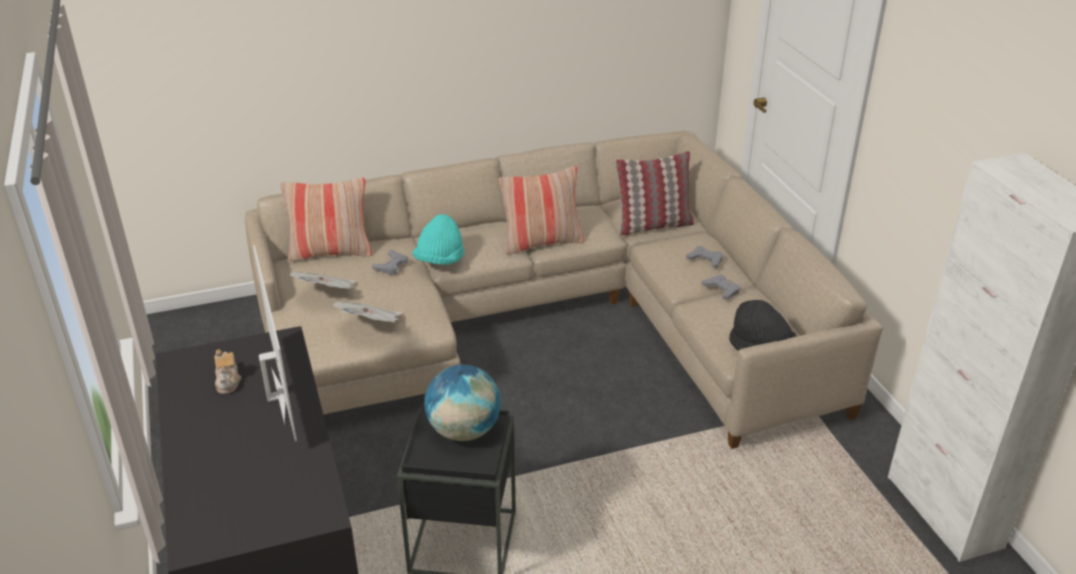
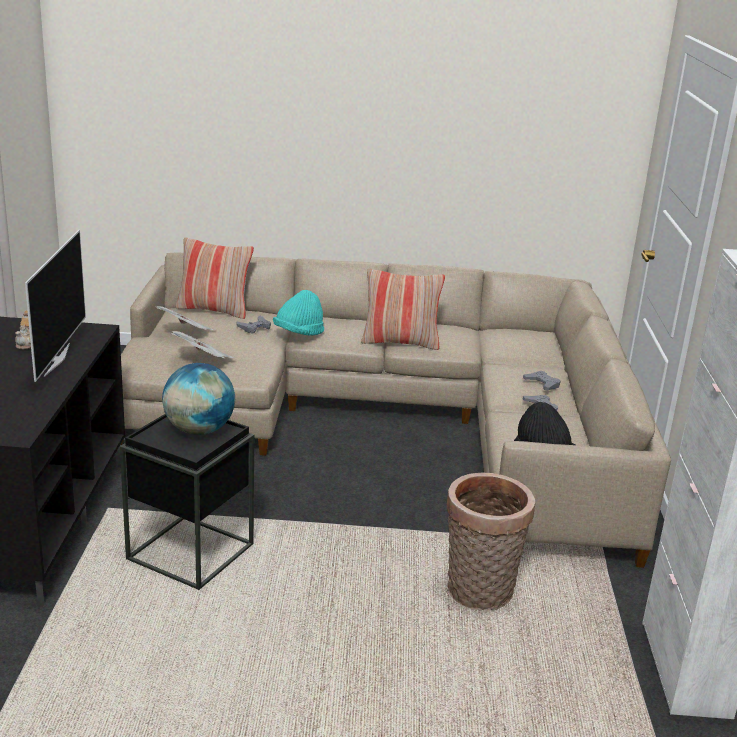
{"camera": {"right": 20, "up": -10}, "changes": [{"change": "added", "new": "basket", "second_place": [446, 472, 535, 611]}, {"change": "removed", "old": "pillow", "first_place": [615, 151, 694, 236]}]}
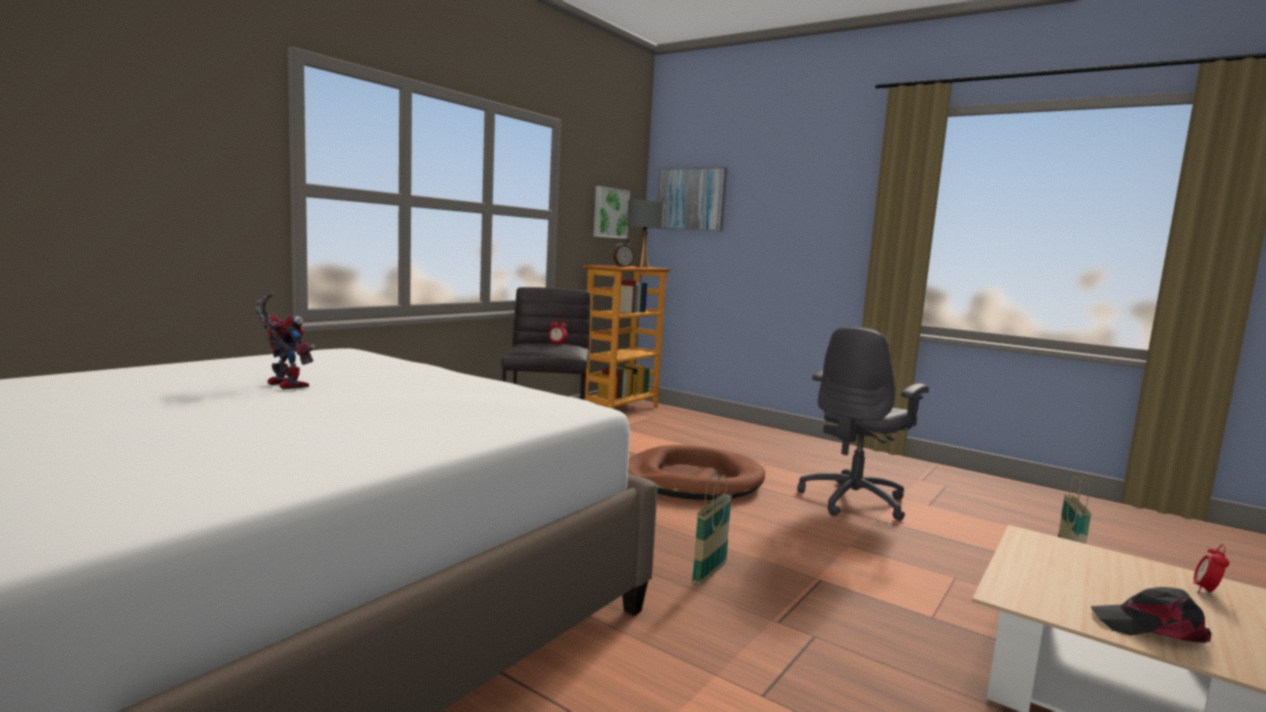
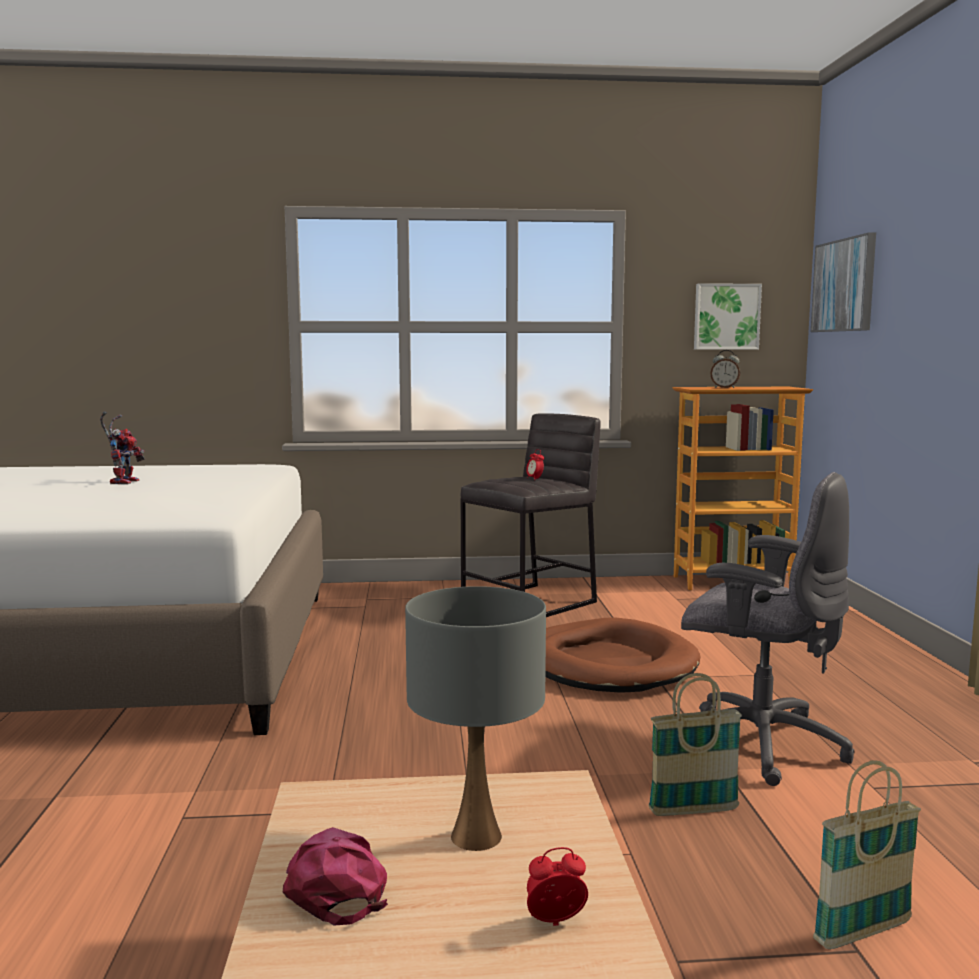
{"camera": {"right": 50, "up": 0}, "changes": [{"change": "recoloured", "old": "black cap", "new": "pink cap", "first_place": [1091, 587, 1212, 643], "second_place": [283, 827, 388, 926]}, {"change": "moved", "old": "grey table lamp", "first_place": [627, 200, 665, 268], "second_place": [405, 586, 546, 851]}, {"change": "moved", "old": "basket", "first_place": [692, 473, 732, 585], "second_place": [649, 673, 742, 816]}, {"change": "turned", "old": "grey office chair", "first_place": [797, 326, 929, 521], "second_place": [681, 472, 854, 786], "degrees": -150}]}
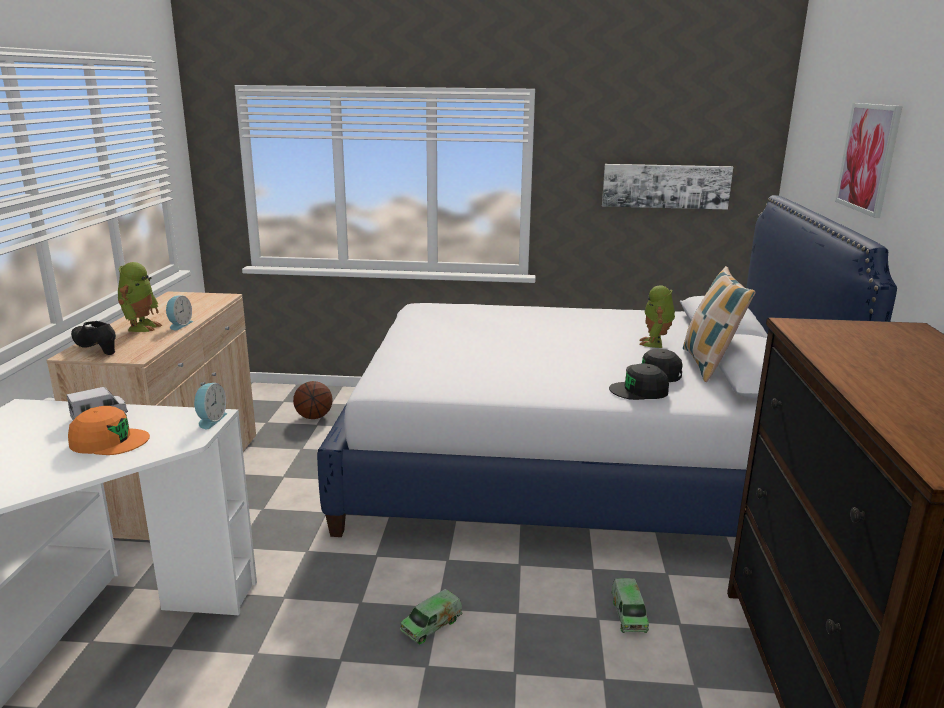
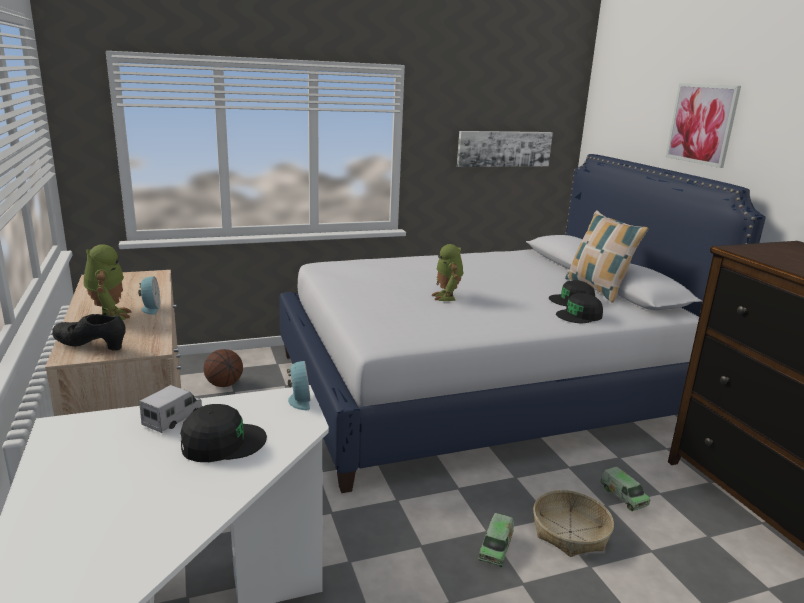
{"camera": {"right": -25, "up": 0}, "changes": [{"change": "recoloured", "old": "orange cap", "new": "black cap", "first_place": [68, 406, 150, 455], "second_place": [180, 404, 267, 462]}, {"change": "moved", "old": "toy robot", "first_place": [640, 285, 675, 348], "second_place": [432, 244, 463, 301]}, {"change": "added", "new": "basket", "second_place": [533, 490, 614, 557]}]}
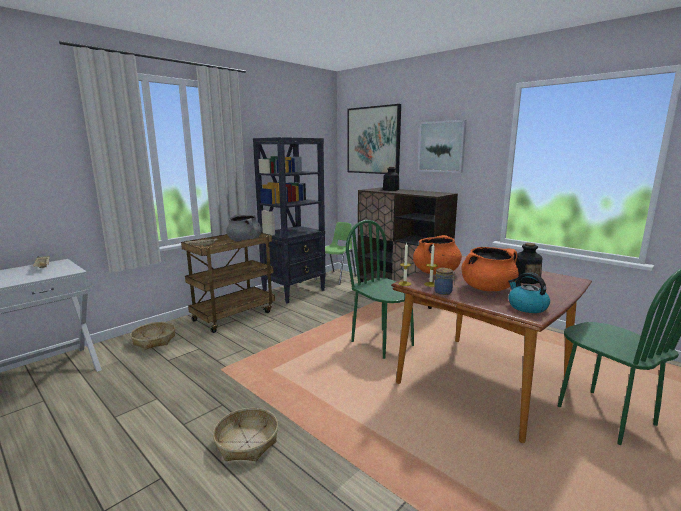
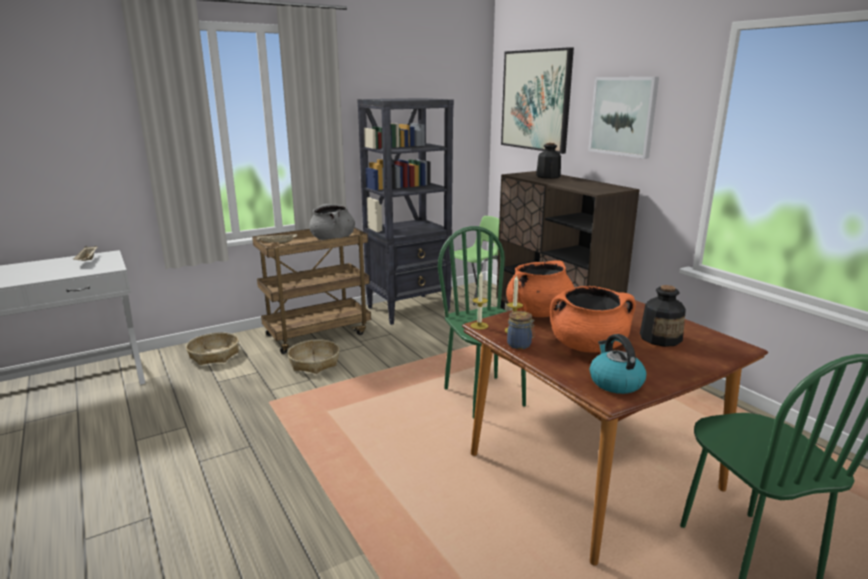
{"camera": {"right": 15, "up": 5}, "changes": [{"change": "moved", "old": "basket", "first_place": [213, 408, 278, 461], "second_place": [287, 339, 340, 374]}]}
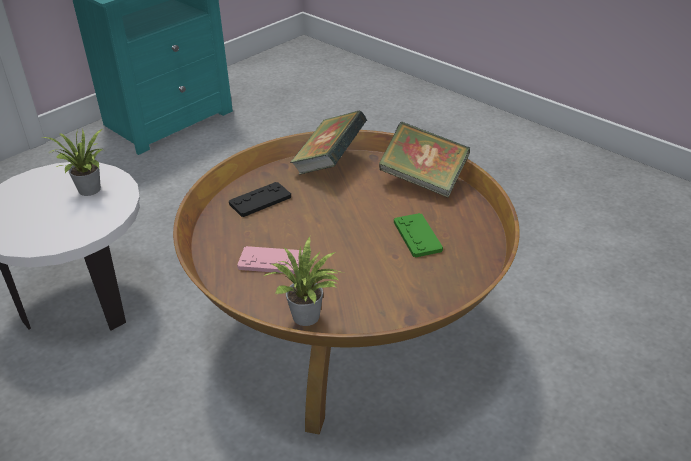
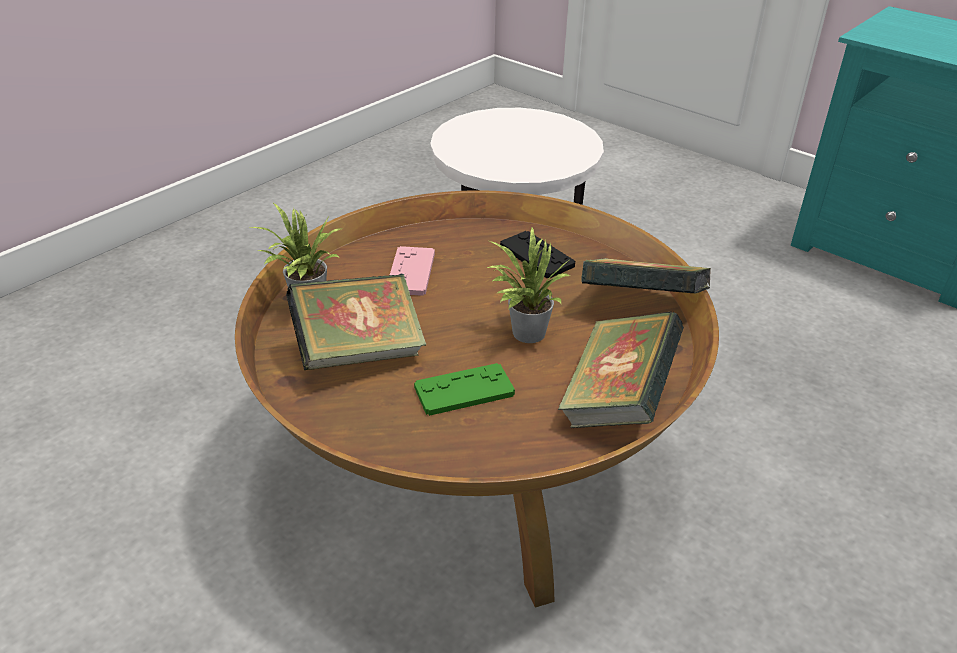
{"camera": {"right": 85, "up": 0}, "changes": [{"change": "added", "new": "book", "second_place": [286, 274, 426, 370]}, {"change": "moved", "old": "potted plant", "first_place": [43, 128, 102, 196], "second_place": [487, 227, 570, 343]}]}
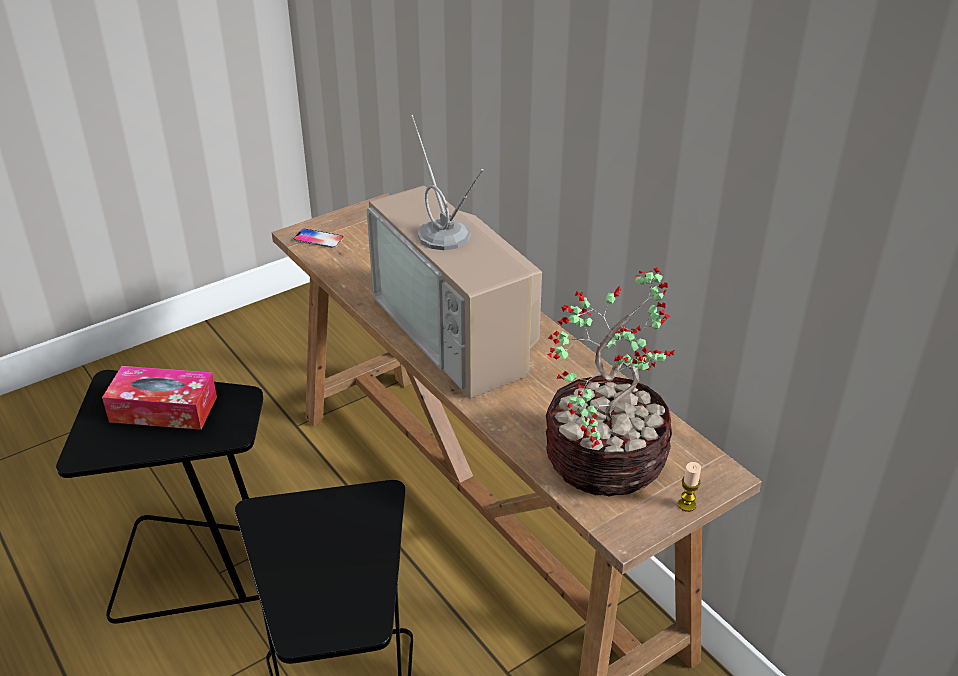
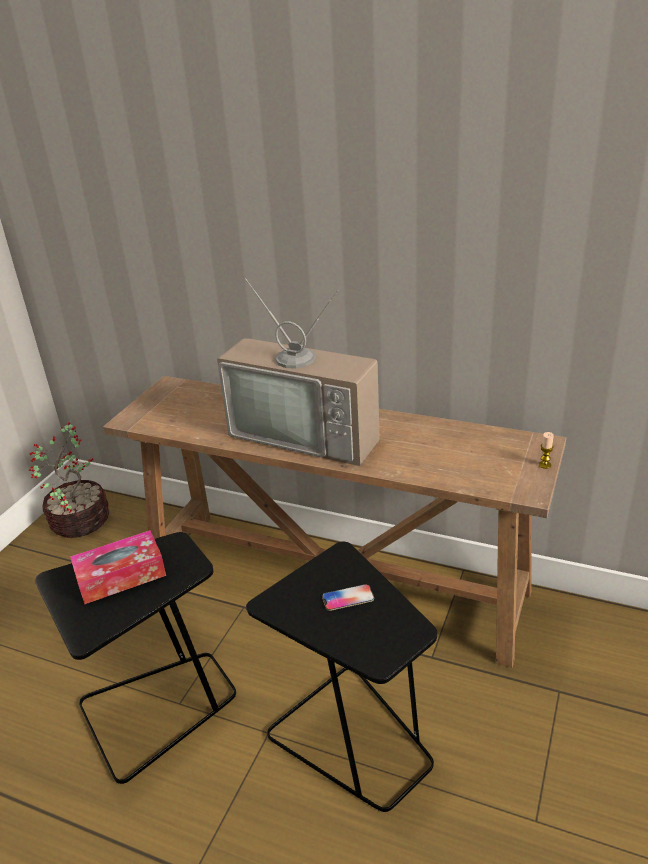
{"camera": {"right": -30, "up": -5}, "changes": [{"change": "moved", "old": "potted plant", "first_place": [546, 267, 674, 496], "second_place": [29, 422, 109, 538]}, {"change": "moved", "old": "phone", "first_place": [294, 229, 343, 248], "second_place": [322, 584, 374, 611]}]}
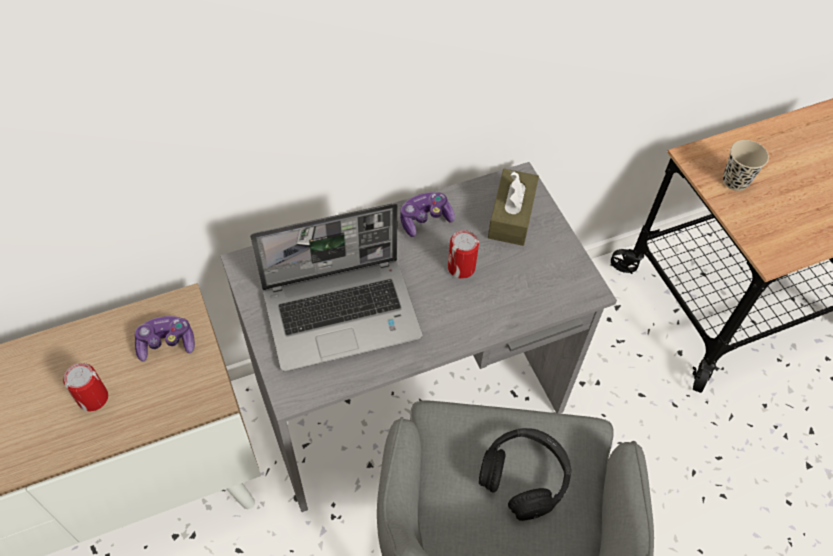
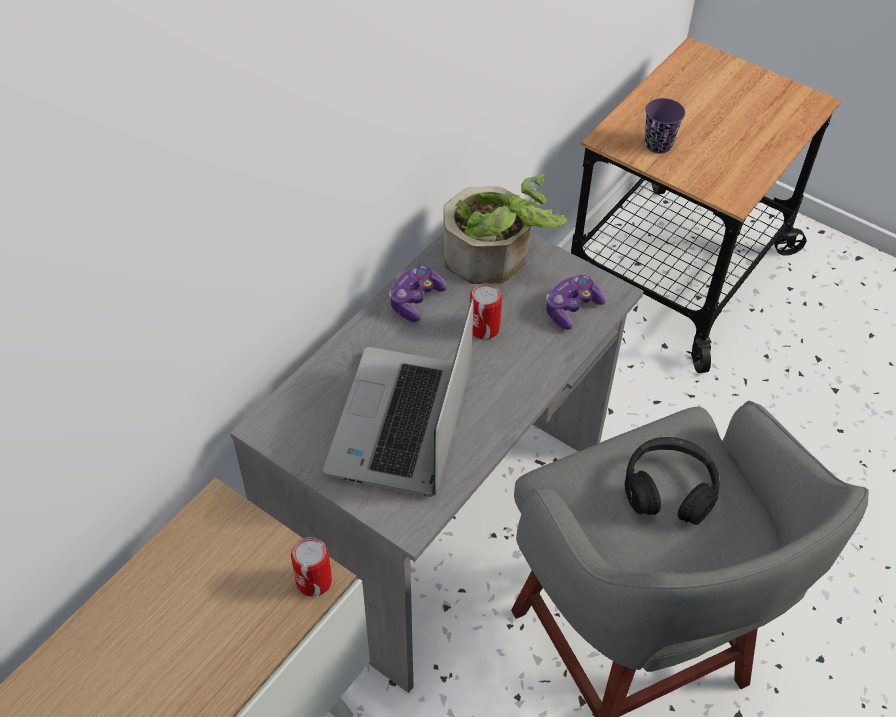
{"camera": {"right": -30, "up": -5}, "changes": [{"change": "moved", "old": "can", "first_place": [63, 363, 108, 411], "second_place": [291, 537, 332, 597]}, {"change": "turned", "old": "laptop", "first_place": [250, 203, 422, 372], "second_place": [323, 298, 474, 497], "degrees": 150}, {"change": "replaced", "old": "brown tissue box", "new": "potted plant", "first_place": [488, 169, 539, 246], "second_place": [443, 174, 567, 284]}, {"change": "moved", "old": "game controller", "first_place": [135, 316, 195, 362], "second_place": [546, 275, 606, 330]}, {"change": "recoloured", "old": "beige cup", "new": "purple cup", "first_place": [723, 140, 769, 191], "second_place": [645, 98, 685, 153]}]}
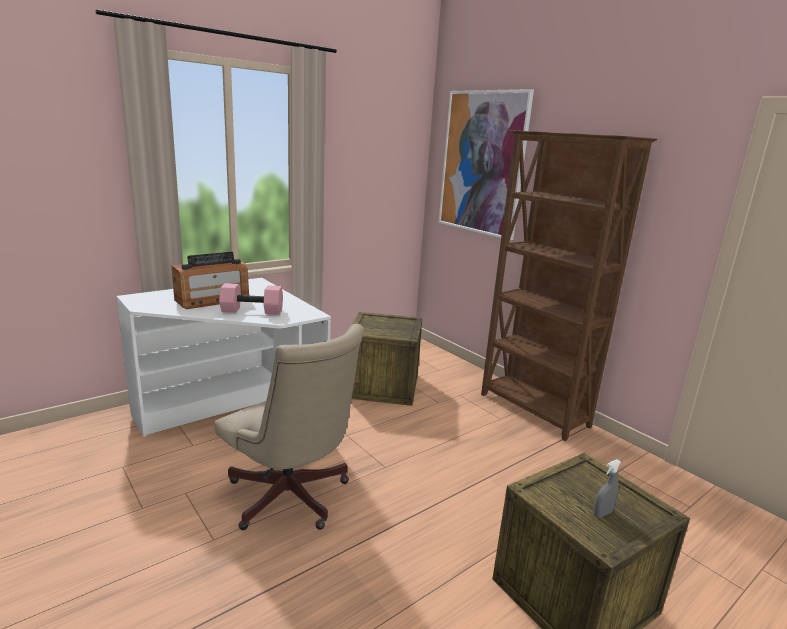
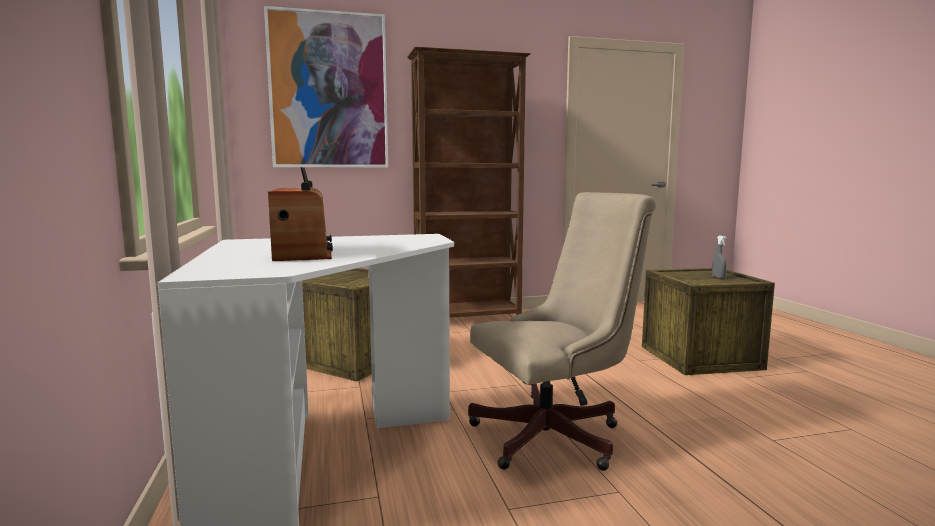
{"camera": {"right": -65, "up": -10}, "changes": [{"change": "removed", "old": "pink dumbbell", "first_place": [219, 283, 283, 315]}]}
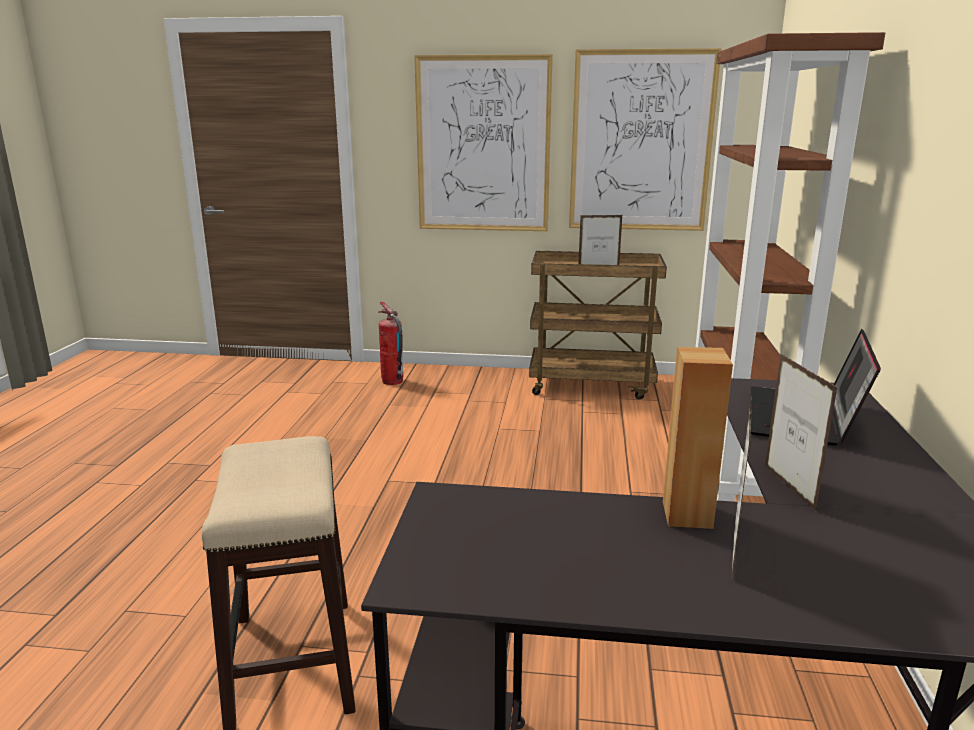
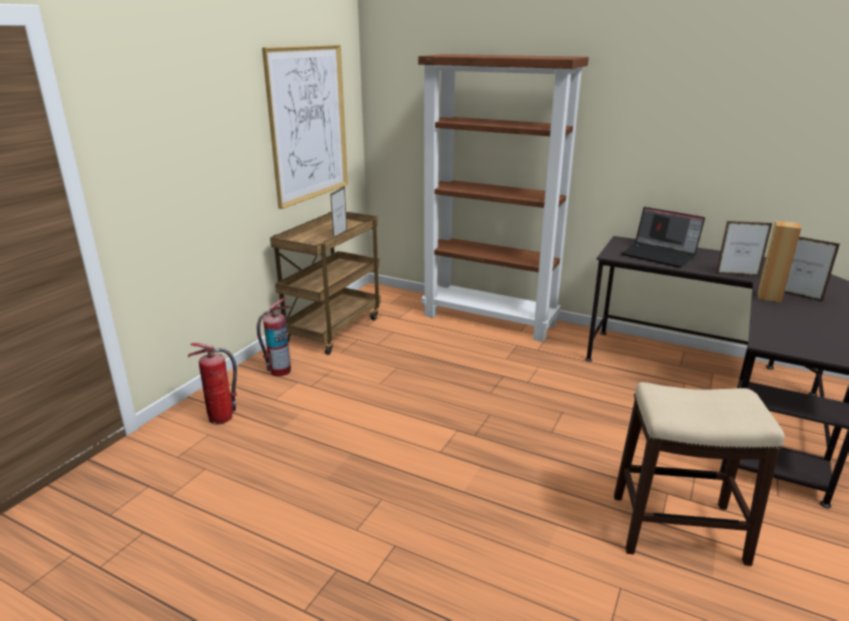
{"camera": {"right": -70, "up": 5}, "changes": [{"change": "added", "new": "fire extinguisher", "second_place": [257, 298, 291, 376]}, {"change": "removed", "old": "picture", "first_place": [414, 54, 553, 231]}]}
